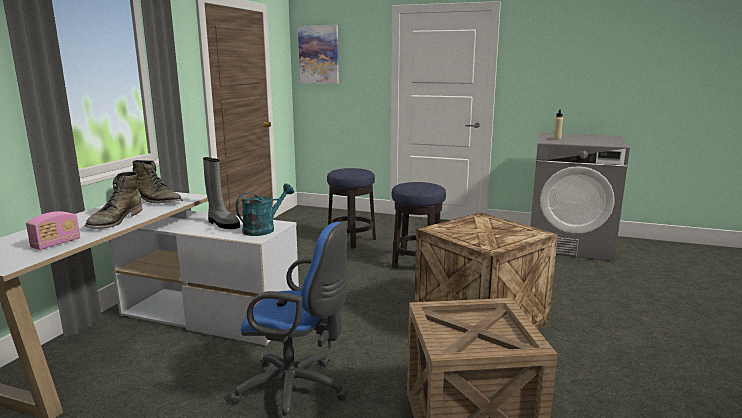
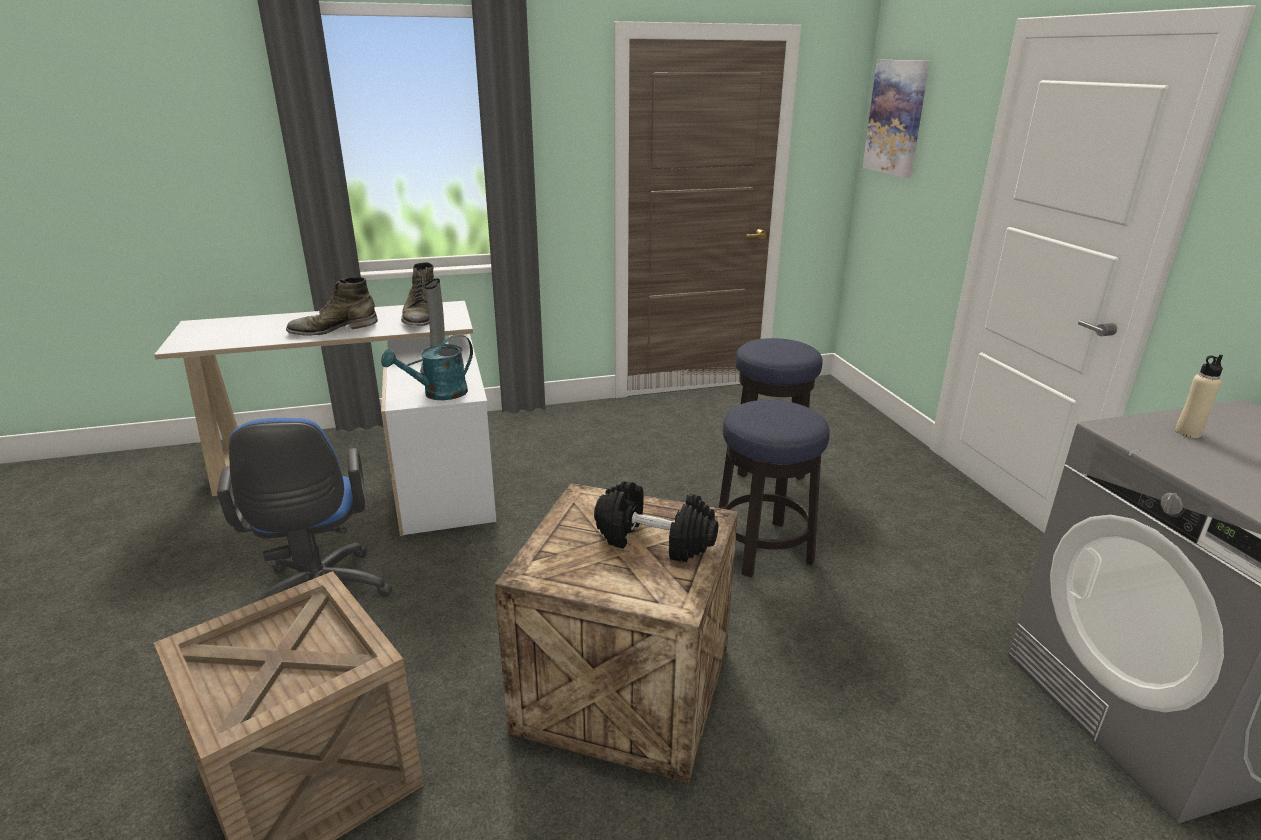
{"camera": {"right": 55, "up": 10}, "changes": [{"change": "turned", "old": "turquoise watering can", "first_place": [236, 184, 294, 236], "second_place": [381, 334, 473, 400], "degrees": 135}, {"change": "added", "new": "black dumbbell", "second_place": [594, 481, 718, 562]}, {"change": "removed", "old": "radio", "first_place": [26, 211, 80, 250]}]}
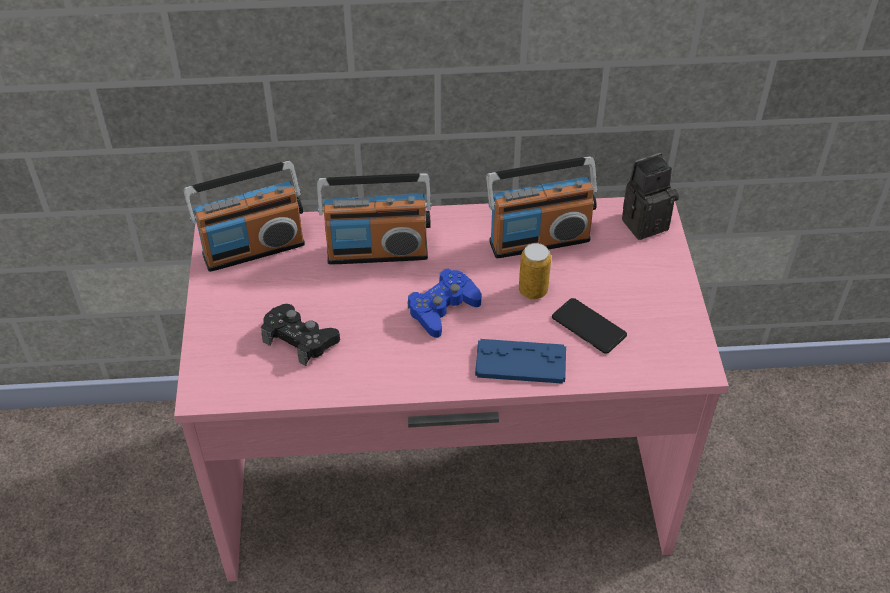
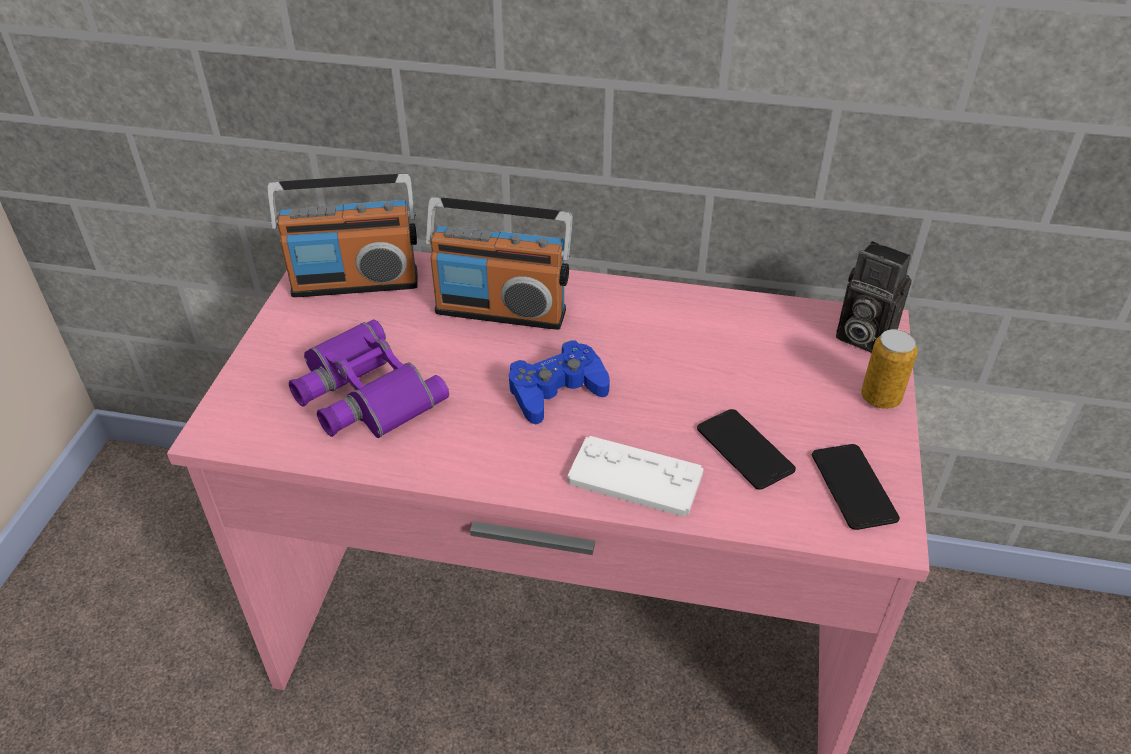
{"camera": {"right": 15, "up": -5}, "changes": [{"change": "replaced", "old": "black game controller", "new": "purple binoculars", "first_place": [261, 304, 340, 366], "second_place": [289, 319, 449, 438]}, {"change": "recoloured", "old": "blue game controller", "new": "white game controller", "first_place": [475, 339, 566, 384], "second_place": [567, 436, 704, 517]}, {"change": "added", "new": "phone", "second_place": [812, 444, 900, 530]}, {"change": "turned", "old": "photo camera", "first_place": [622, 153, 679, 240], "second_place": [836, 241, 912, 353], "degrees": -135}, {"change": "moved", "old": "can", "first_place": [519, 243, 551, 299], "second_place": [861, 329, 918, 409]}, {"change": "removed", "old": "radio", "first_place": [486, 156, 597, 258]}]}
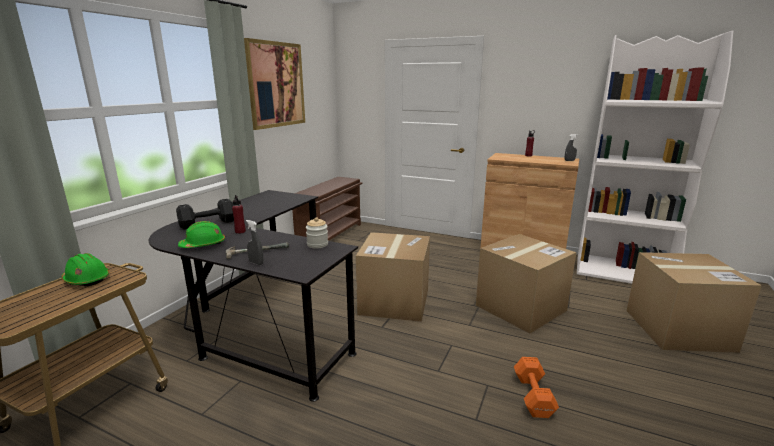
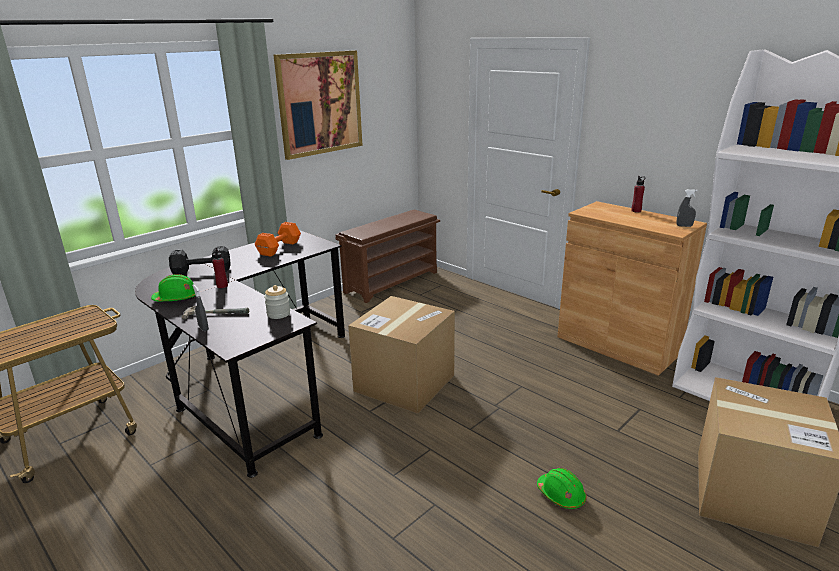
{"camera": {"right": 20, "up": 5}, "changes": [{"change": "moved", "old": "orange dumbbell", "first_place": [514, 357, 559, 418], "second_place": [255, 222, 301, 257]}, {"change": "moved", "old": "green hard hat", "first_place": [61, 253, 109, 286], "second_place": [537, 468, 587, 509]}, {"change": "removed", "old": "cardboard box", "first_place": [476, 234, 577, 334]}]}
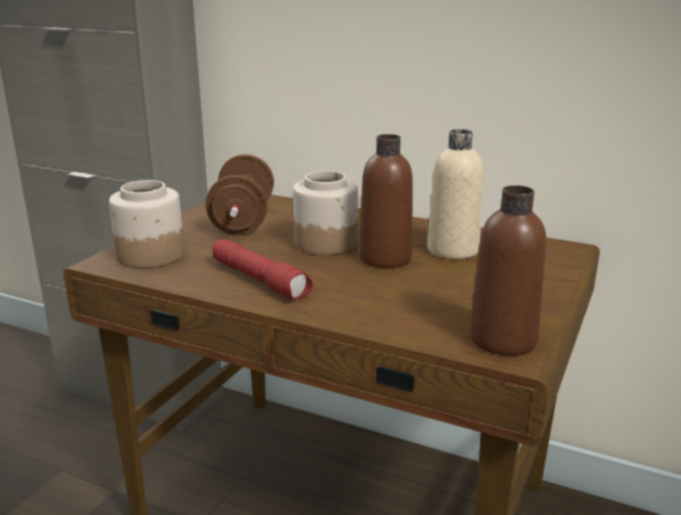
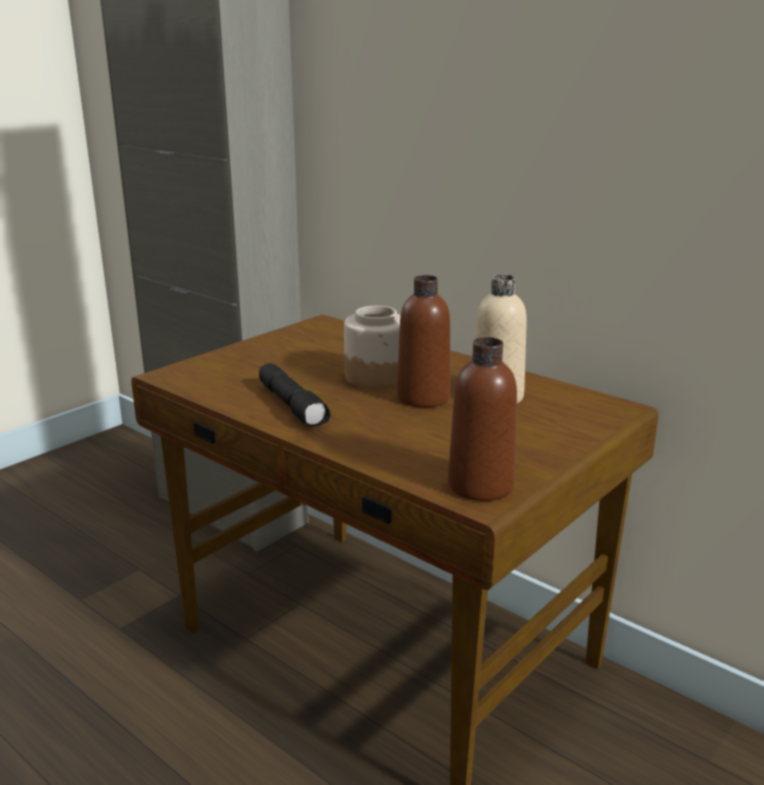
{"camera": {"right": 15, "up": 0}, "changes": [{"change": "recoloured", "old": "red flashlight", "new": "black flashlight", "first_place": [212, 239, 313, 300], "second_place": [259, 363, 331, 427]}, {"change": "removed", "old": "jar", "first_place": [109, 180, 184, 268]}, {"change": "removed", "old": "brown dumbbell", "first_place": [206, 154, 274, 235]}]}
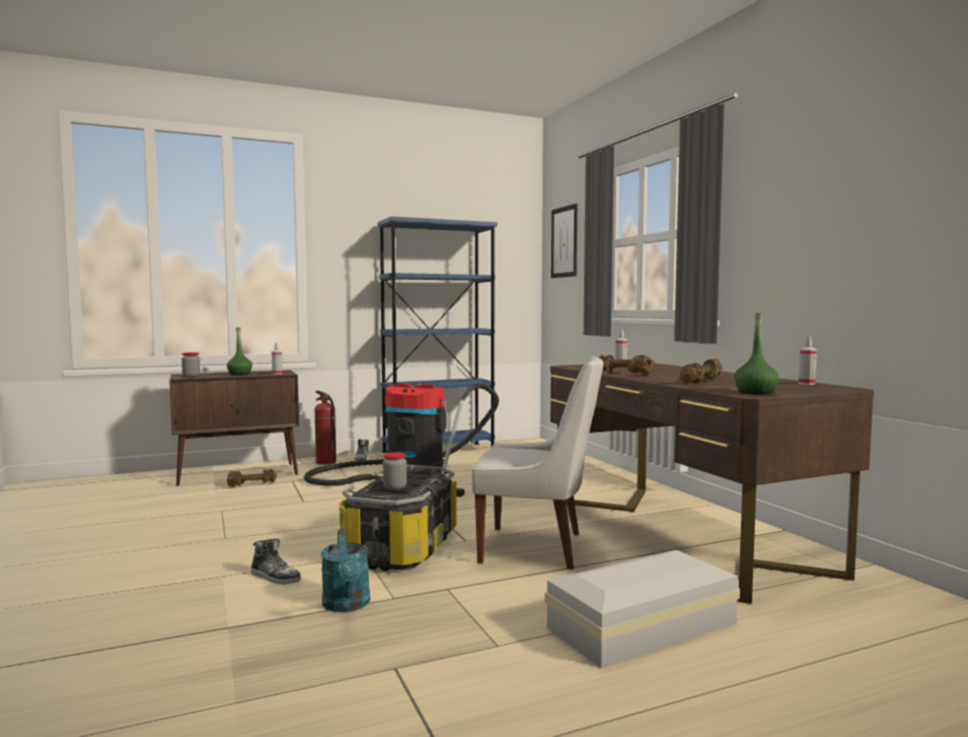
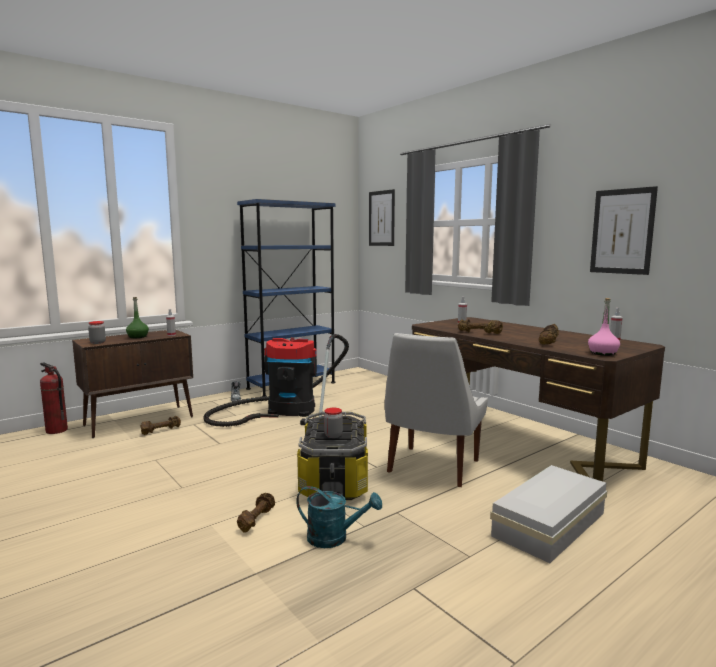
{"camera": {"right": -15, "up": 5}, "changes": [{"change": "moved", "old": "fire extinguisher", "first_place": [314, 391, 336, 465], "second_place": [40, 362, 68, 434]}, {"change": "replaced", "old": "shoe", "new": "brown dumbbell", "first_place": [251, 538, 301, 585], "second_place": [237, 493, 275, 533]}, {"change": "turned", "old": "turquoise watering can", "first_place": [321, 529, 370, 612], "second_place": [296, 486, 382, 548], "degrees": -45}, {"change": "turned", "old": "white chair", "first_place": [472, 356, 603, 570], "second_place": [385, 333, 488, 487], "degrees": 120}, {"change": "recoloured", "old": "green bottle", "new": "pink bottle", "first_place": [734, 312, 779, 395], "second_place": [588, 298, 620, 356]}, {"change": "added", "new": "picture", "second_place": [590, 186, 658, 275]}]}
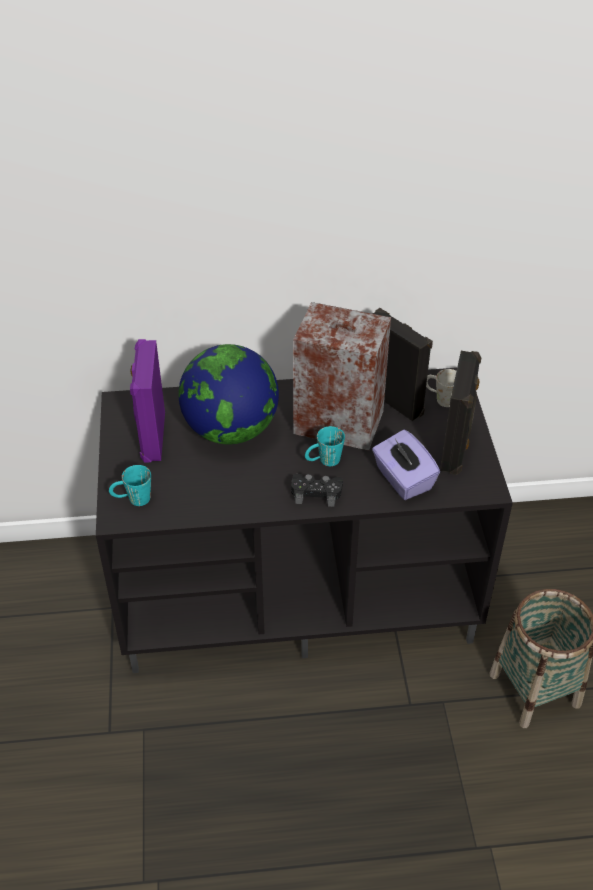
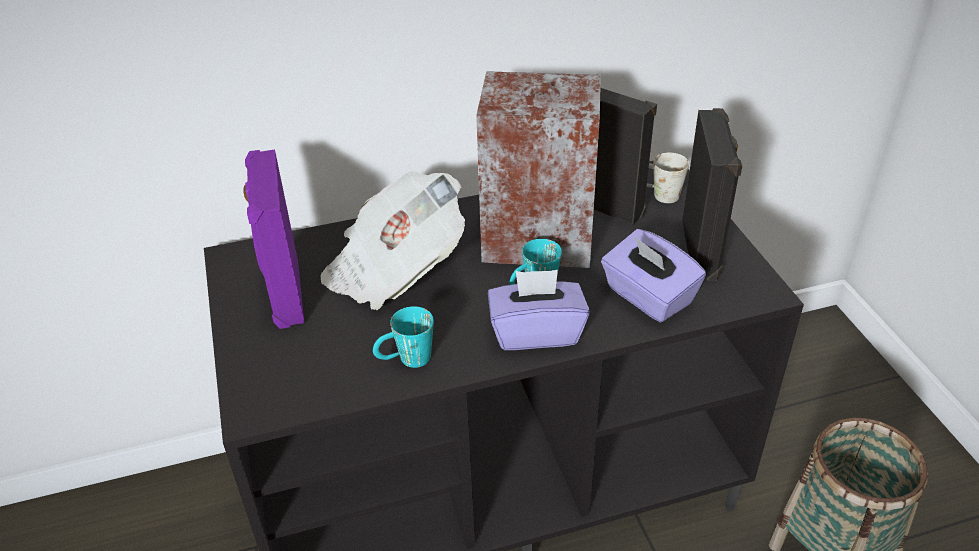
{"camera": {"right": -10, "up": -5}, "changes": [{"change": "replaced", "old": "globe", "new": "newspaper", "first_place": [178, 344, 279, 445], "second_place": [320, 171, 465, 310]}, {"change": "moved", "old": "turquoise mug", "first_place": [109, 465, 151, 506], "second_place": [373, 306, 434, 368]}, {"change": "replaced", "old": "black game controller", "new": "purple tissue box", "first_place": [291, 474, 343, 507], "second_place": [488, 270, 590, 350]}]}
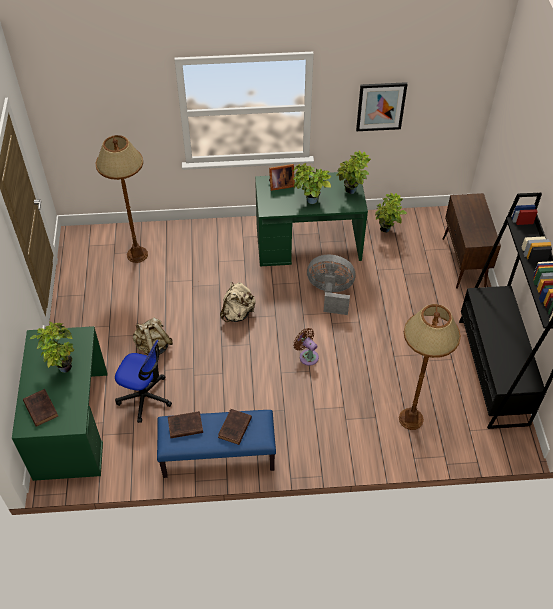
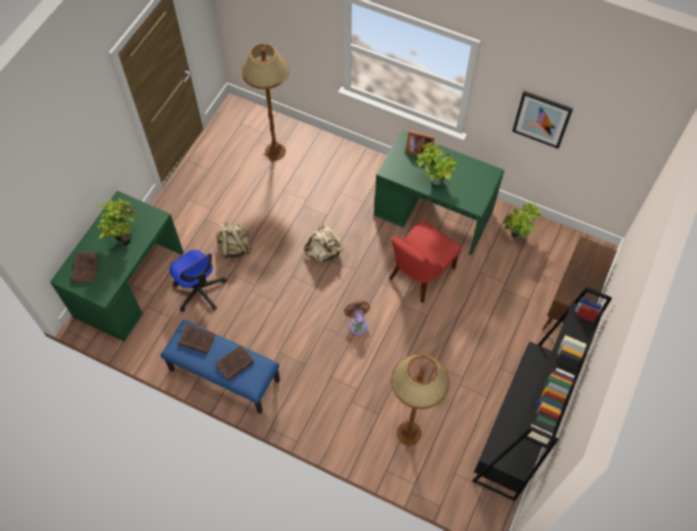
{"camera": {"right": 30, "up": 10}, "changes": [{"change": "replaced", "old": "grey fan", "new": "red chair", "first_place": [307, 255, 355, 315], "second_place": [389, 220, 461, 303]}, {"change": "removed", "old": "potted plant", "first_place": [336, 151, 371, 194]}]}
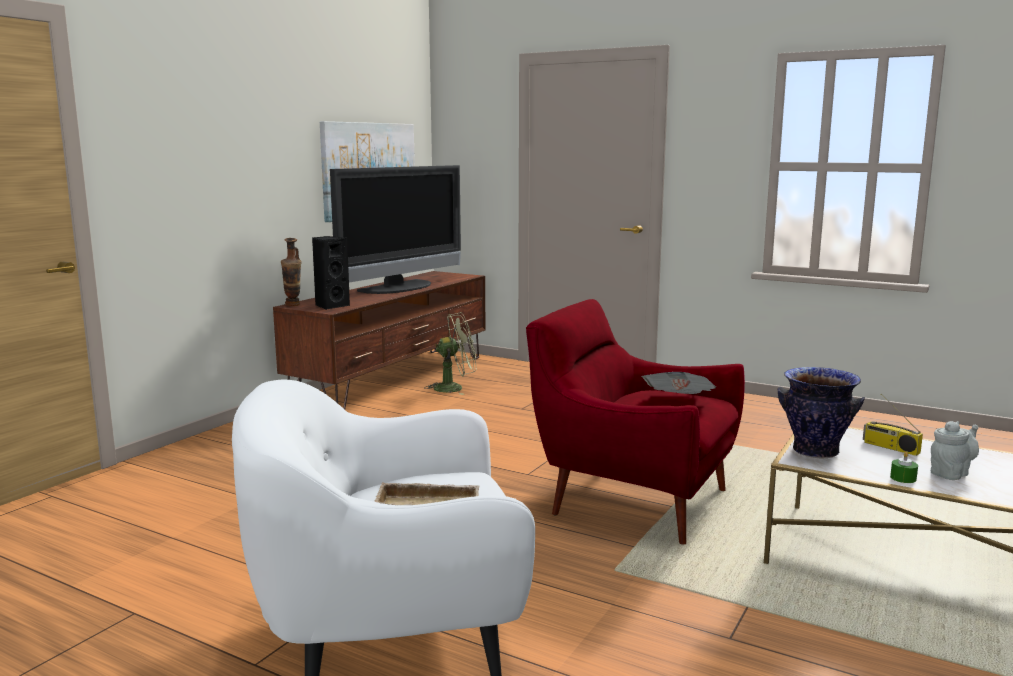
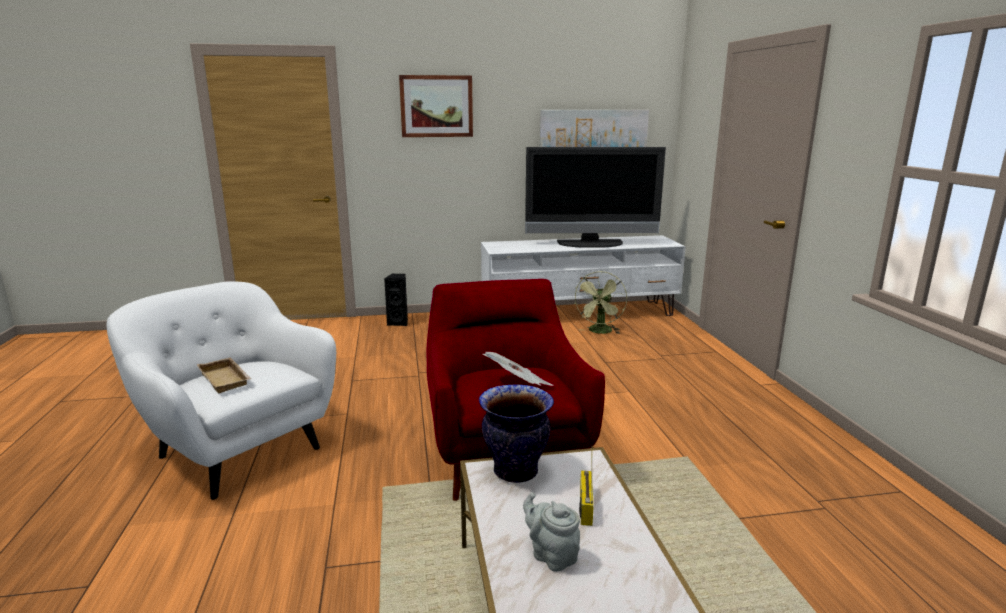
{"camera": {"right": 50, "up": 5}, "changes": [{"change": "moved", "old": "black speaker", "first_place": [312, 236, 350, 310], "second_place": [384, 274, 408, 326]}, {"change": "added", "new": "picture", "second_place": [399, 75, 473, 137]}, {"change": "recoloured", "old": "brown tv stand", "new": "white tv stand", "first_place": [273, 271, 485, 409], "second_place": [481, 235, 686, 316]}, {"change": "turned", "old": "grey teapot", "first_place": [931, 421, 979, 480], "second_place": [523, 492, 580, 572], "degrees": -150}, {"change": "turned", "old": "green fan", "first_place": [424, 312, 476, 395], "second_place": [573, 271, 627, 334], "degrees": 75}, {"change": "removed", "old": "vase", "first_place": [281, 238, 302, 306]}, {"change": "removed", "old": "green candle", "first_place": [890, 451, 918, 483]}]}
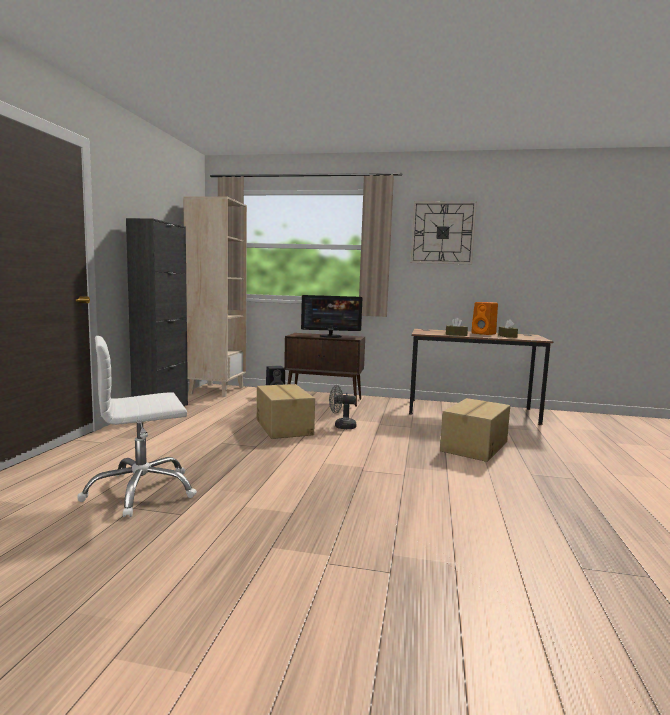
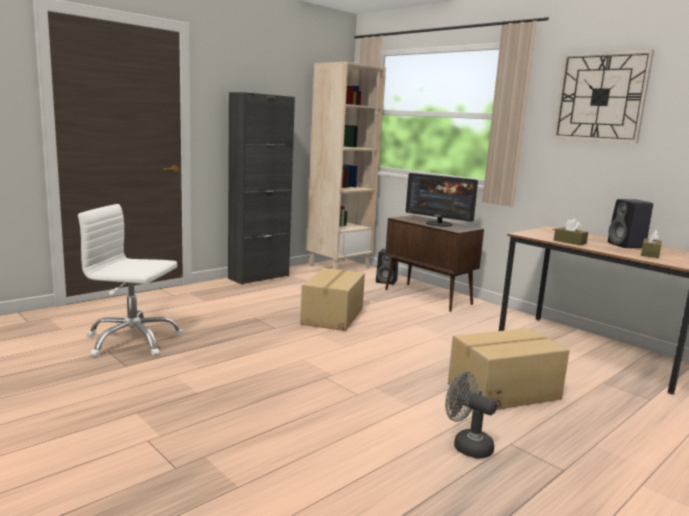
{"camera": {"right": 35, "up": 5}, "changes": [{"change": "moved", "old": "grey fan", "first_place": [329, 385, 356, 429], "second_place": [445, 372, 497, 459]}, {"change": "recoloured", "old": "orange speaker", "new": "black speaker", "first_place": [471, 302, 498, 335], "second_place": [608, 199, 653, 248]}]}
